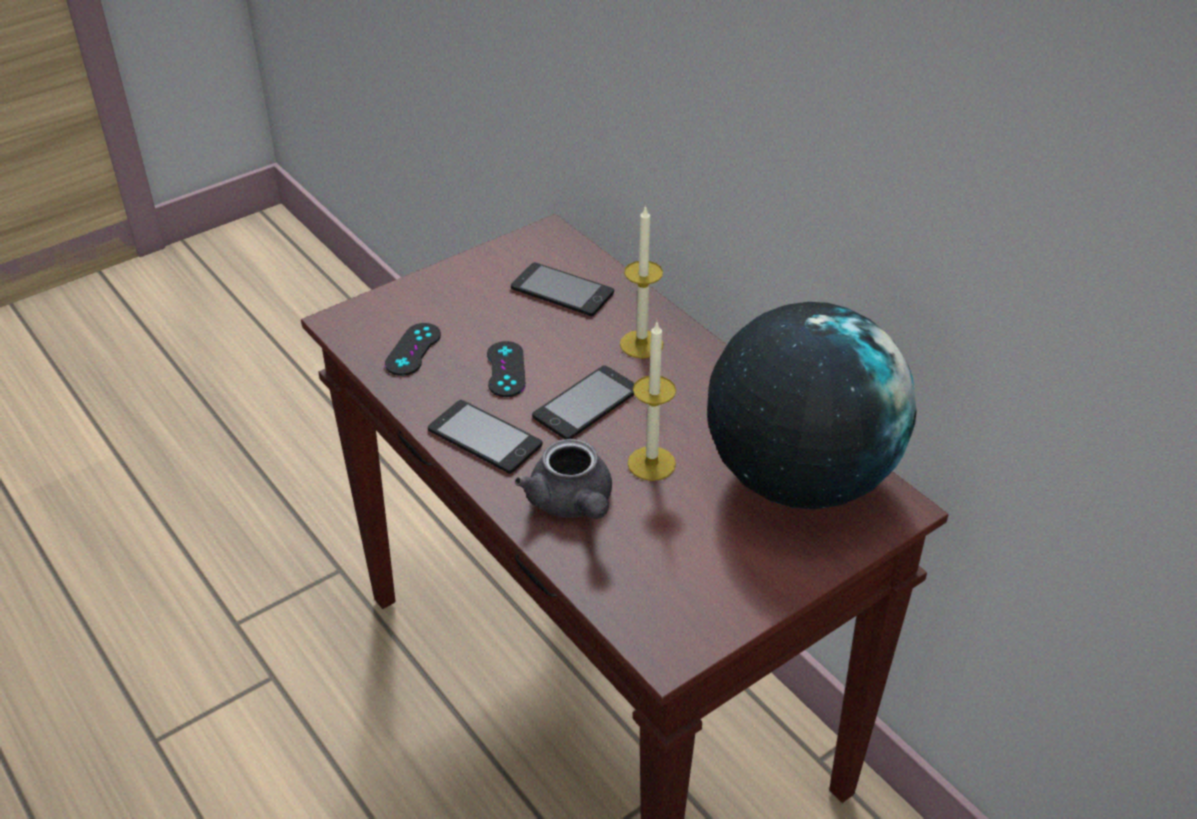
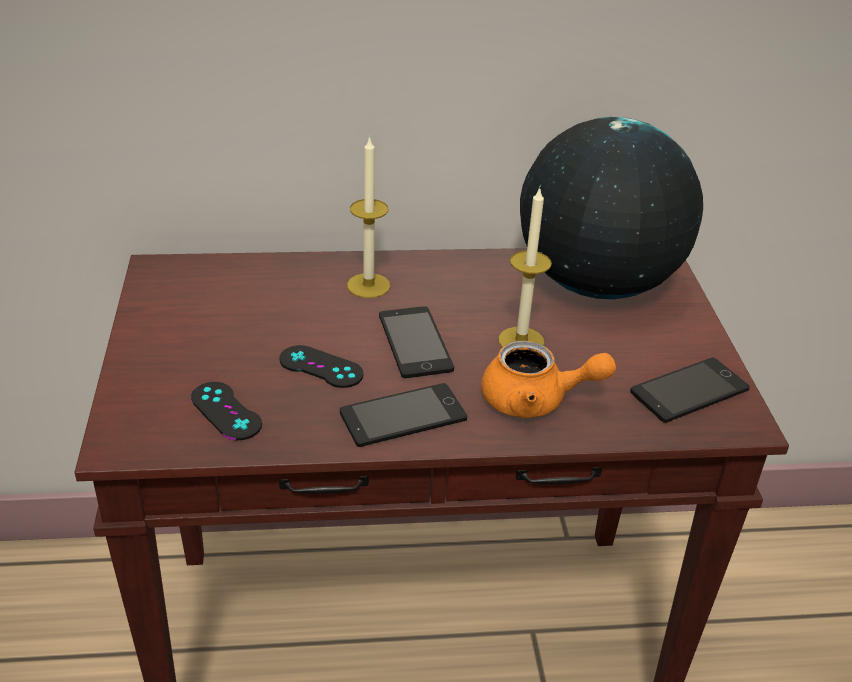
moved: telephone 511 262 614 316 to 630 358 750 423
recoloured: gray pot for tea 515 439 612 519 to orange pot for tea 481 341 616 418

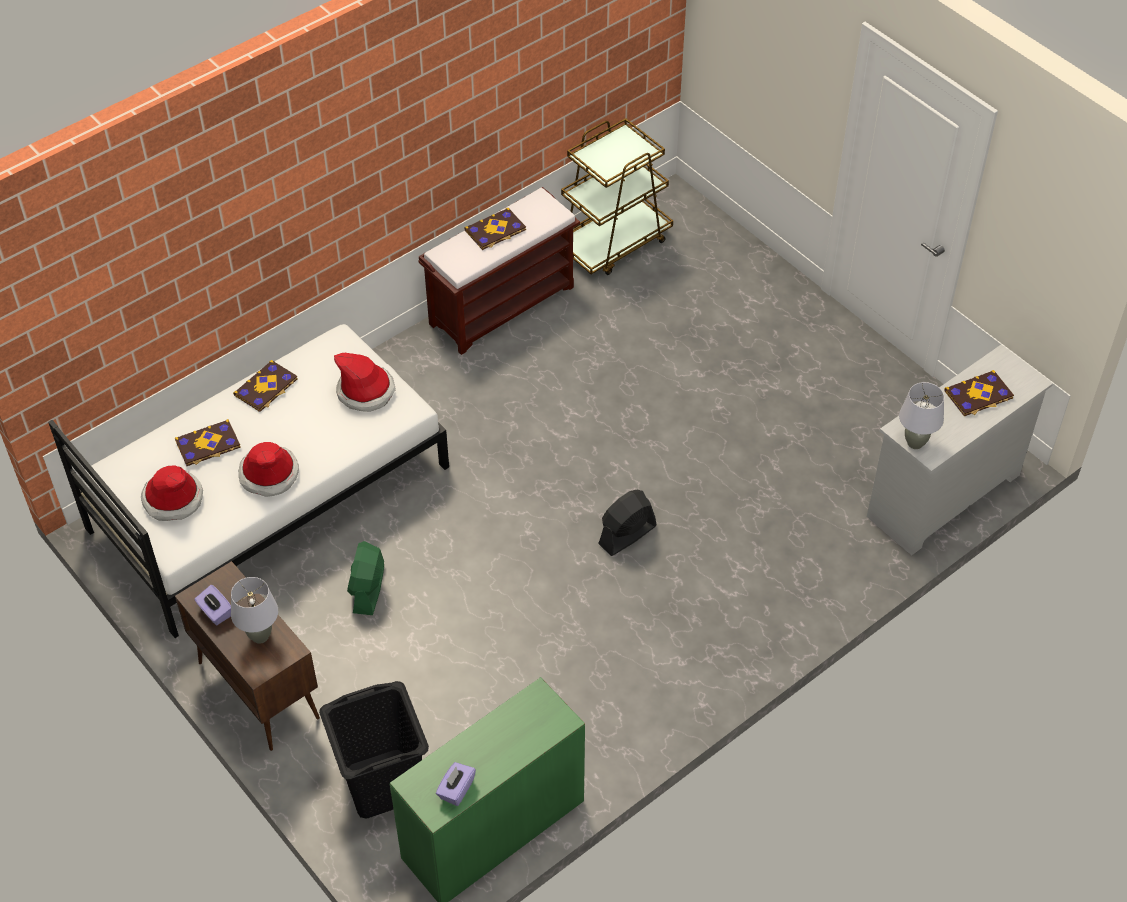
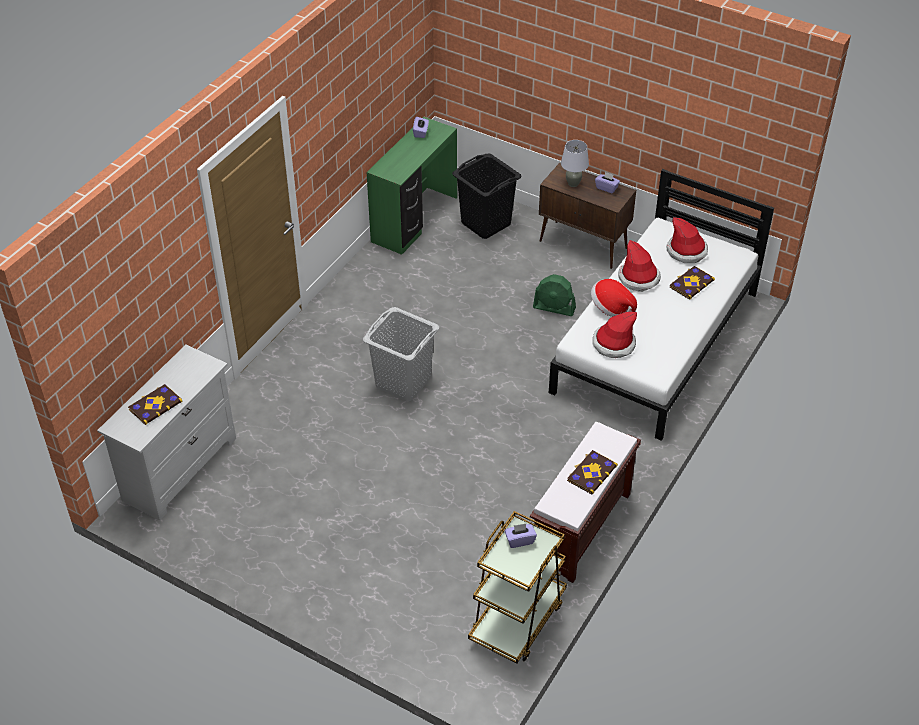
removed: volume 233 360 298 412; gray tabletop lamp 899 382 944 449
added: clothing hat 591 279 637 317; purplish box of tissues 504 524 537 548
replaced: black-coloured cooling fan 598 490 656 556 to gray laundry basket 363 307 439 401
turned: green-coloured cooling fan 347 541 384 615 = 533 274 576 316 120 degrees clockwise

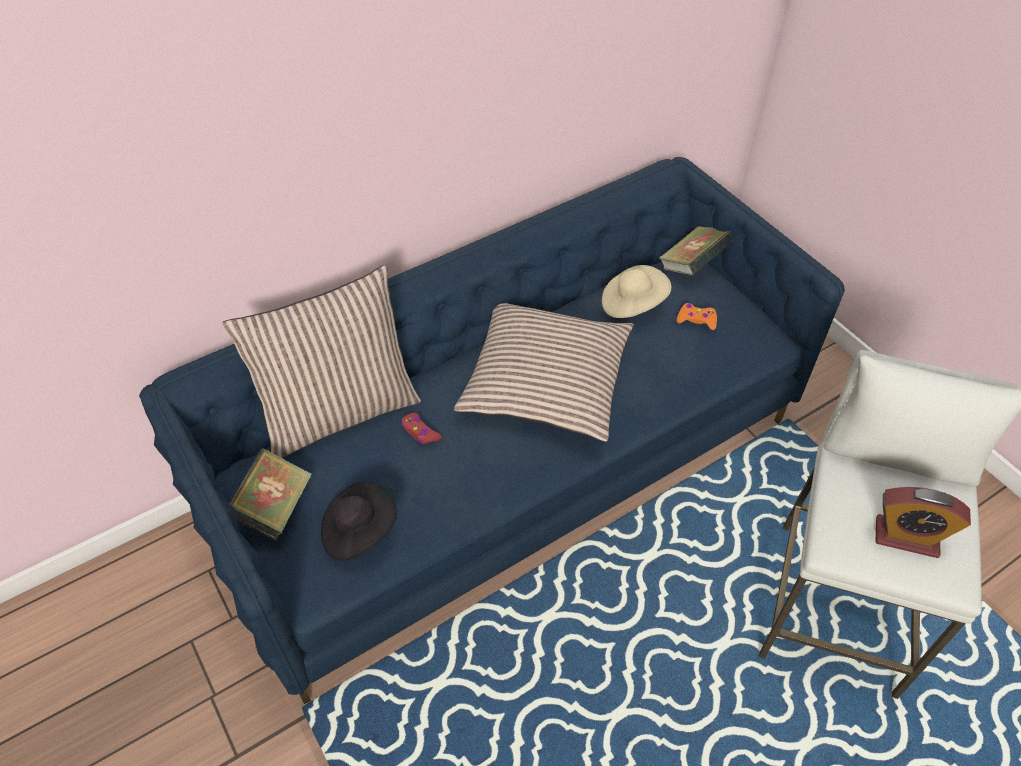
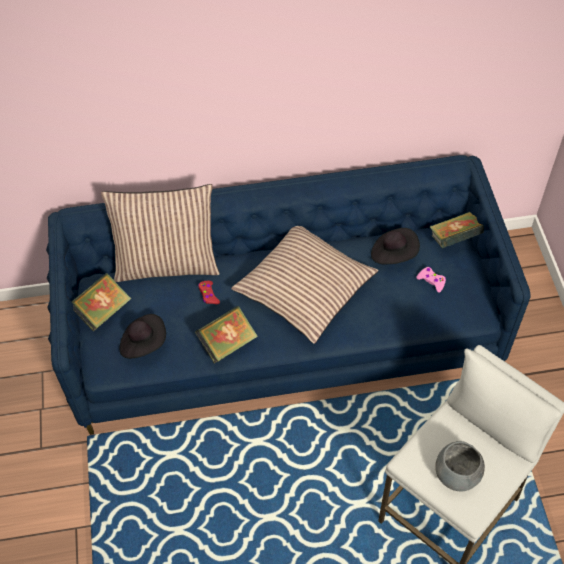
added: volume 195 306 258 363
replaced: table clock 875 487 971 558 to gray bowl 436 441 485 492
recoloured: beige clothing hat 602 265 671 318 to black-coloured clothing hat 371 228 420 265; orange joypad 677 303 717 330 to pinkish joypad 416 267 446 292

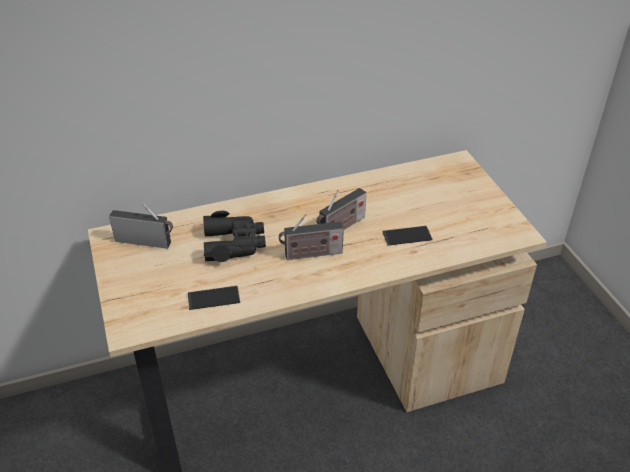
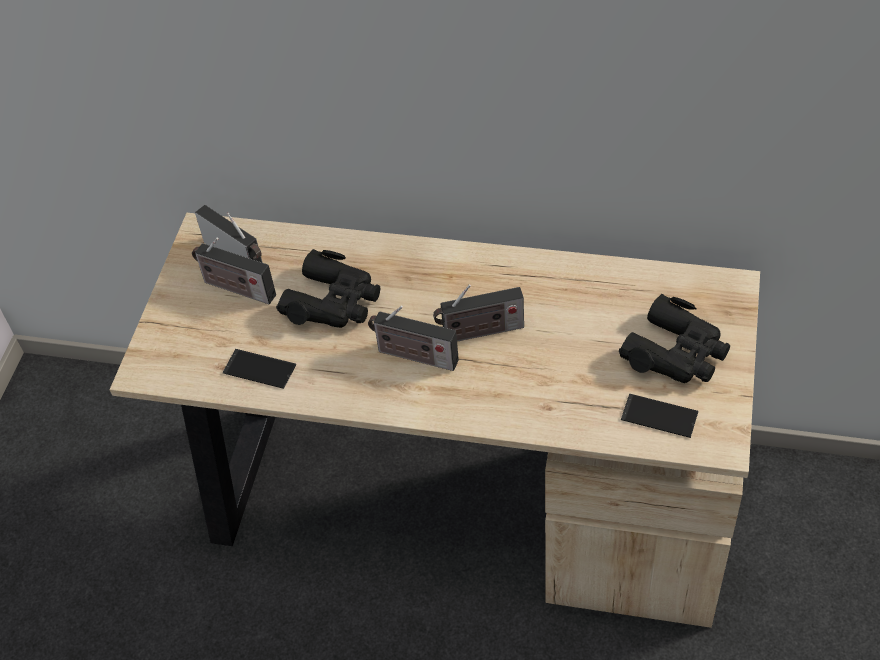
added: radio 192 238 276 304; black-coloured pair of binoculars 619 294 731 383
moved: telephone 382 226 433 246 to 621 394 698 438

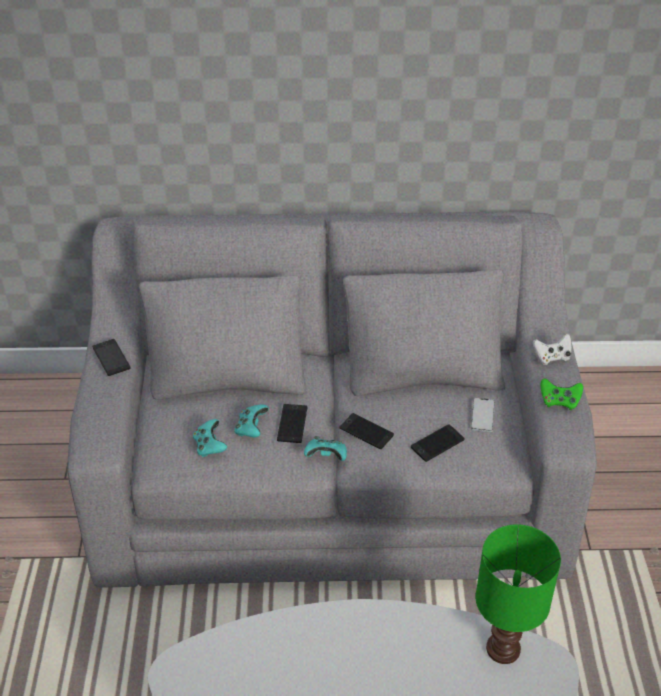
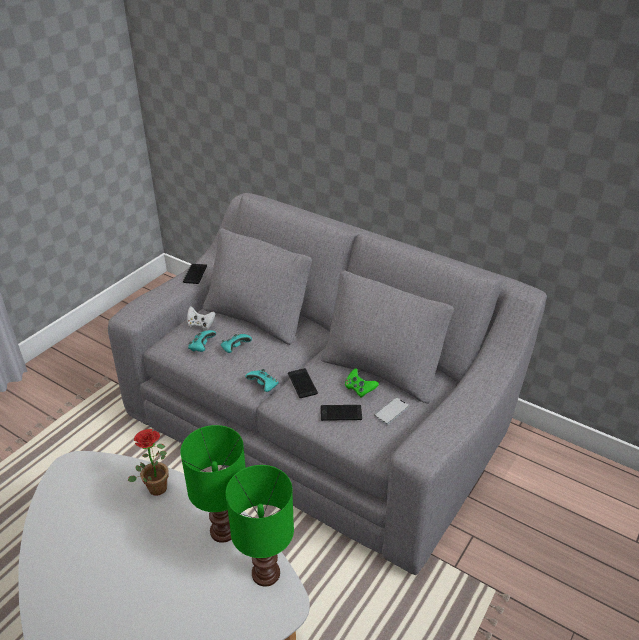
removed: telephone 277 404 307 443
added: green-coloured tabletop lamp 180 425 246 543; plant in a pot 128 429 169 496
moved: white-coloured joypad 533 333 572 365 to 187 307 215 330; green-coloured joypad 541 378 583 410 to 345 368 379 398

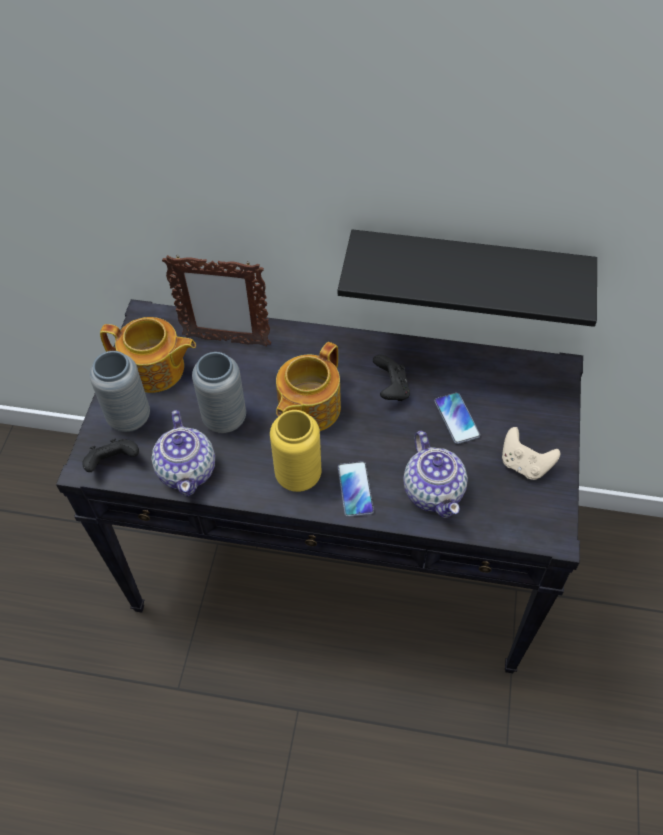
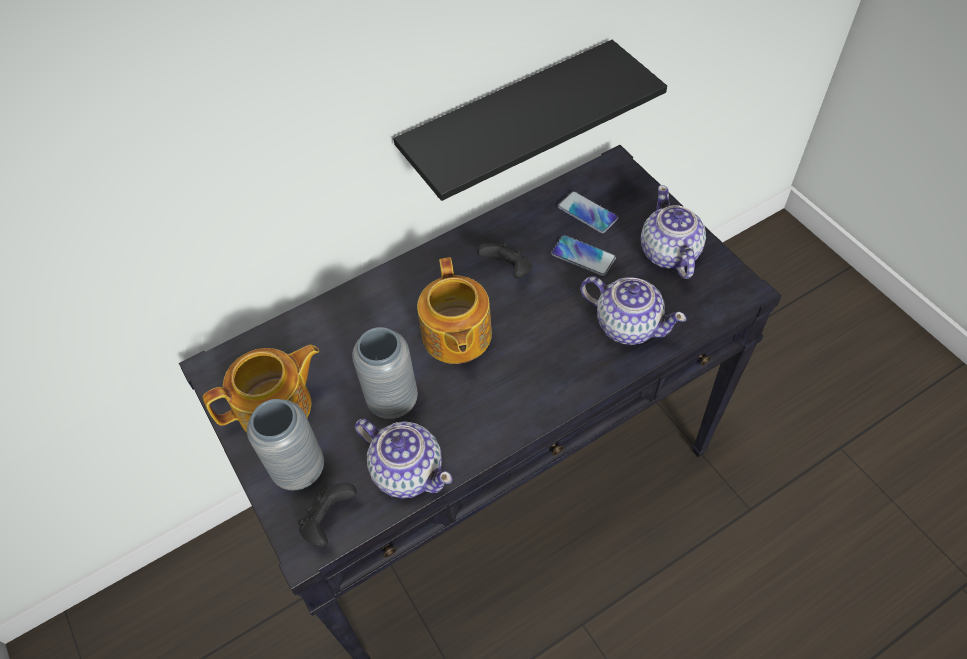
removed: standing frame 162 255 271 347; yellowish vase 270 410 322 492
moved: telephone 338 461 374 517 to 558 191 618 233
replaced: beige joypad 502 427 560 480 to pot for tea 641 185 706 279

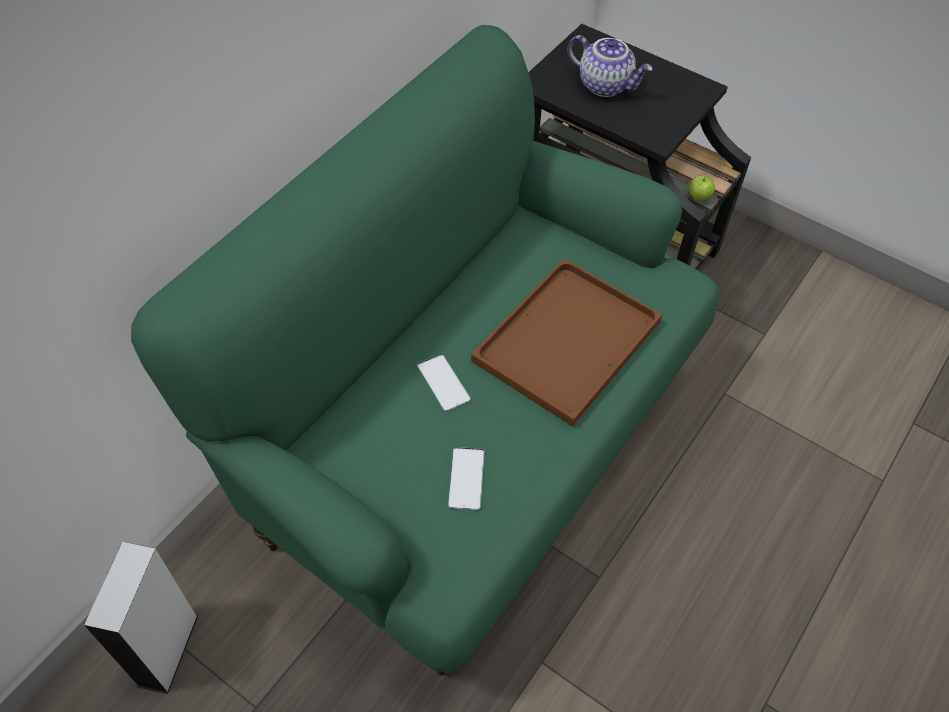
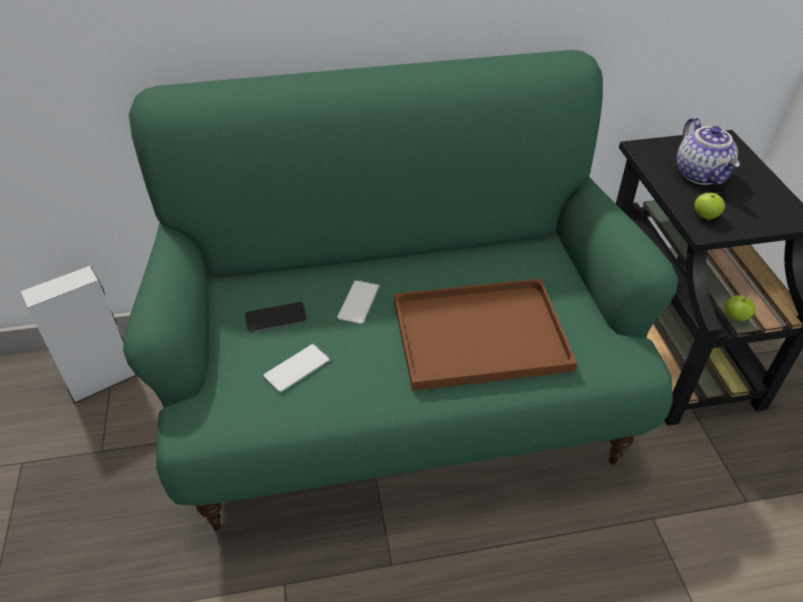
added: apple 694 193 725 220; telephone 244 302 308 333

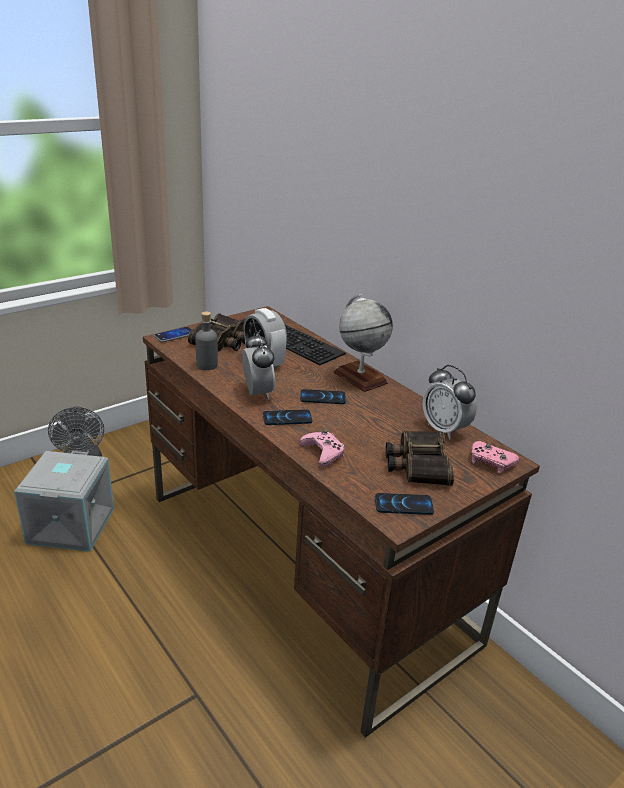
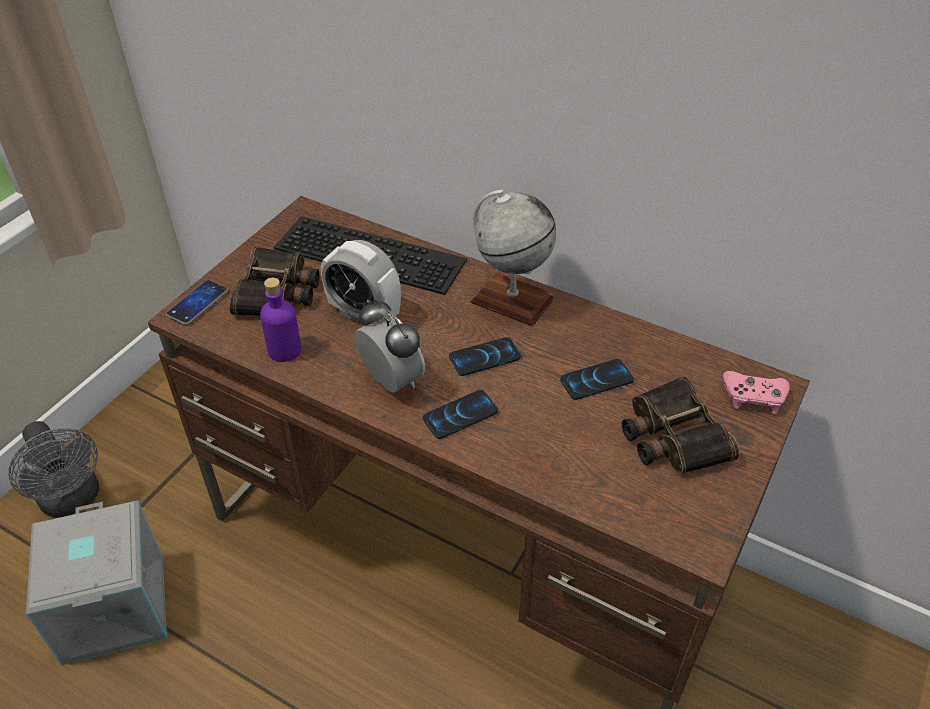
removed: table clock 423 365 477 439; pinkish joypad 299 429 345 467
moved: telephone 375 493 434 515 to 560 359 634 400
recoloured: gray bottle 196 312 218 370 to purplish bottle 260 278 301 362

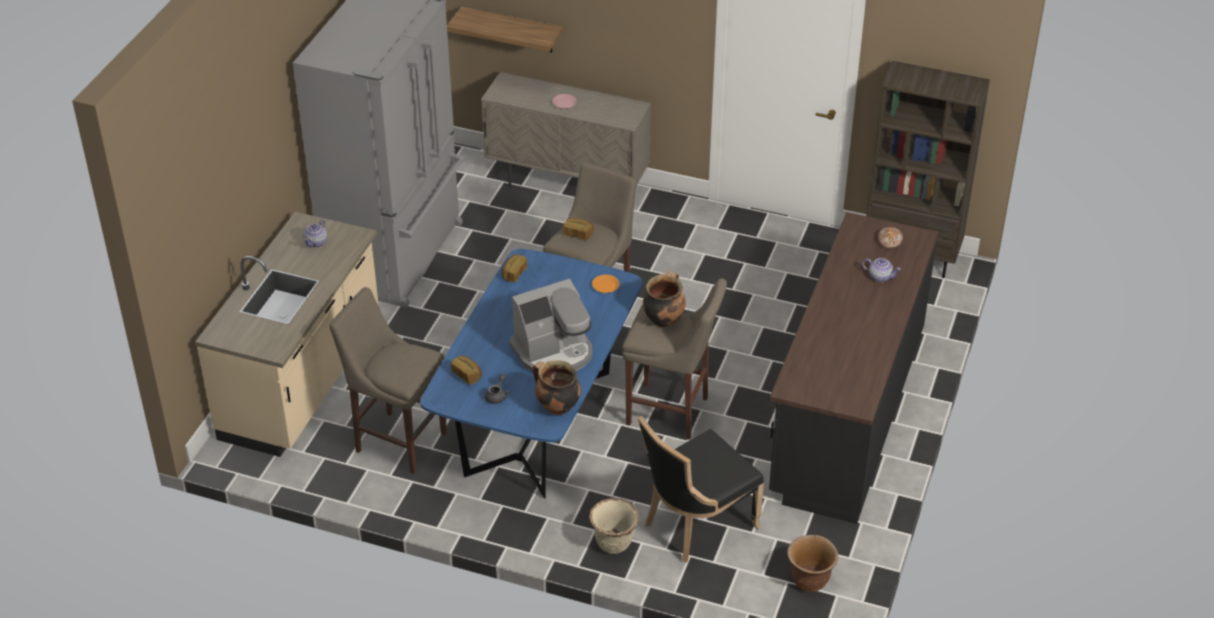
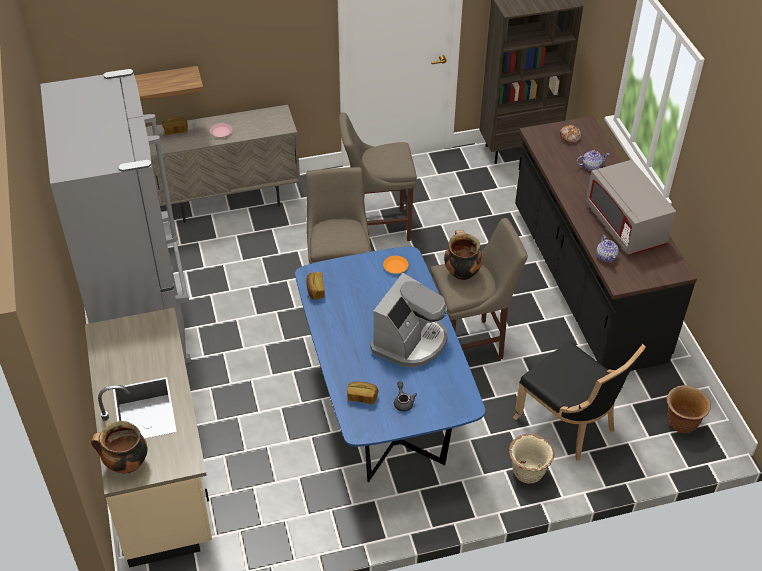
added: gray kitchen microwave 586 160 676 255
moved: bread 563 218 594 240 to 162 117 188 135; pot for tea 304 220 327 247 to 596 235 619 263; beige stool seat 329 287 447 474 to 339 112 417 241; saucepot 532 360 581 415 to 91 421 148 473
turned: black-coloured chair 638 416 764 563 = 513 341 646 461 60 degrees counterclockwise

